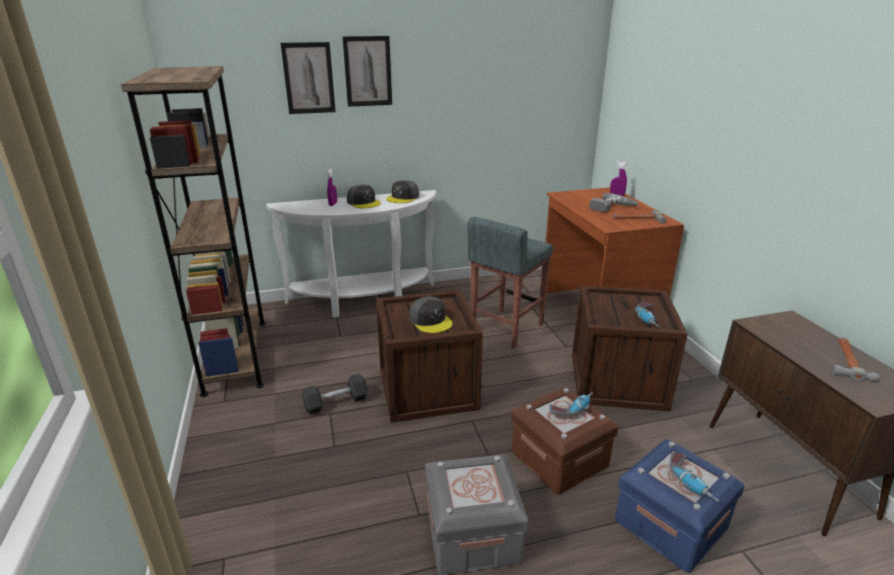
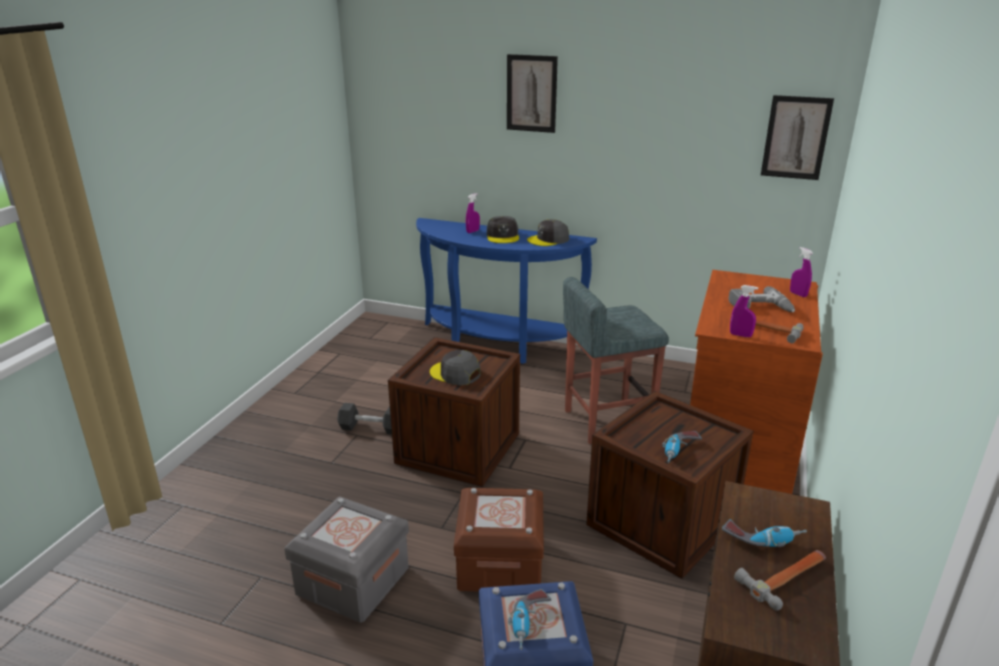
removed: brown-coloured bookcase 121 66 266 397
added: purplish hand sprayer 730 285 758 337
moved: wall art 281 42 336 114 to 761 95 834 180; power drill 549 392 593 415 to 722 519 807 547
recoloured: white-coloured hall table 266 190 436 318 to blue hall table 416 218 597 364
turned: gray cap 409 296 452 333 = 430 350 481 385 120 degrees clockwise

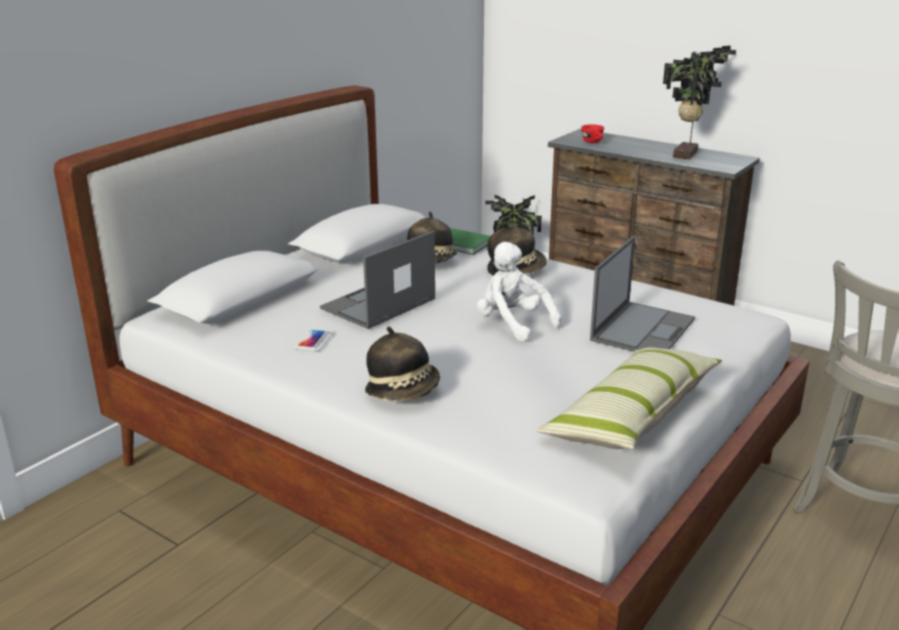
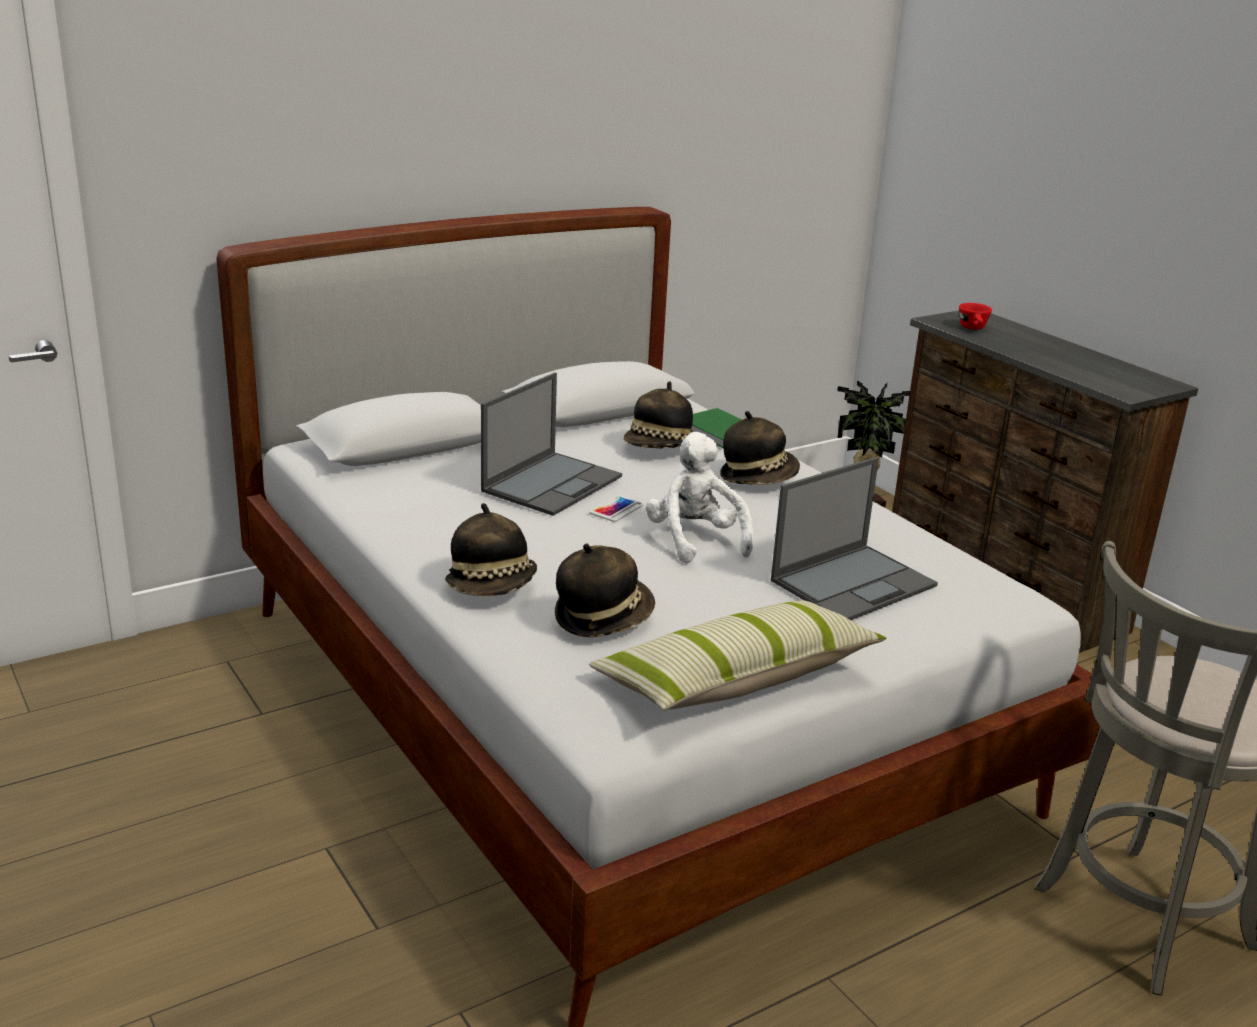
removed: plant in a pot 663 46 736 159
added: clothing hat 555 543 655 637
moved: telephone 294 328 334 351 to 589 495 644 522
turned: laptop 320 231 435 329 = 481 373 622 516 150 degrees clockwise

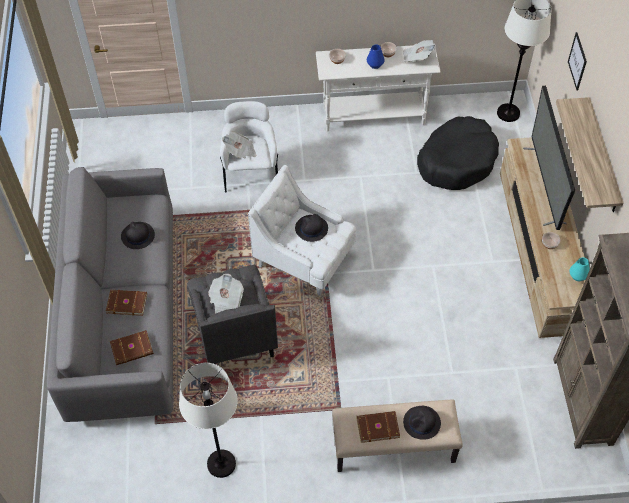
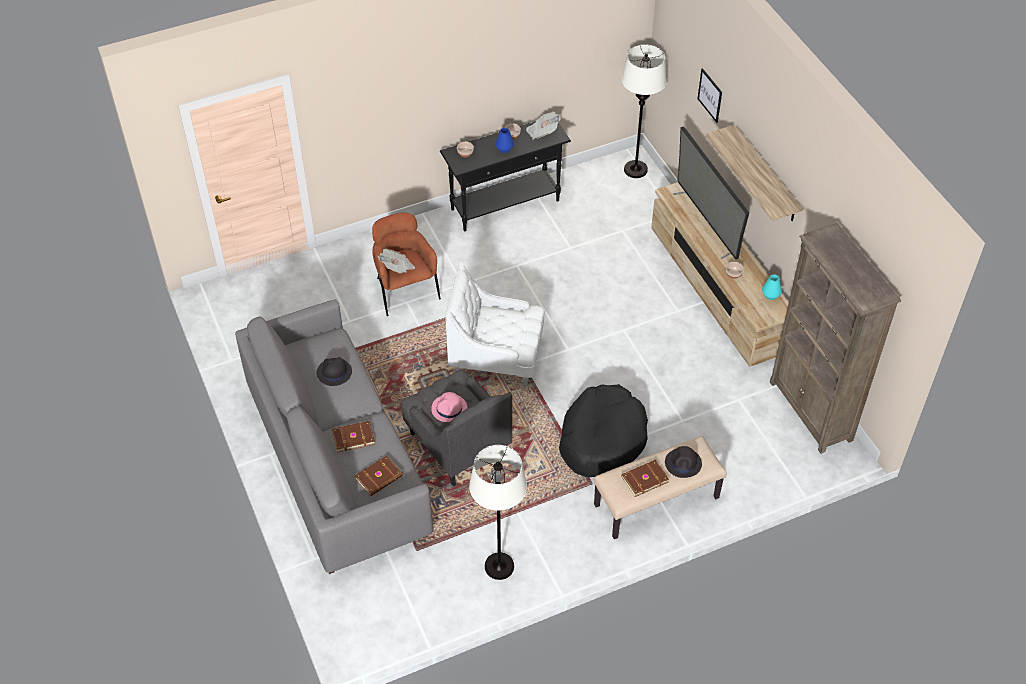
removed: black-coloured clothing hat 295 214 328 242
moved: black-coloured pet bed 417 116 499 190 to 559 384 648 477
replaced: newspaper 208 274 244 314 to pinkish clothing hat 431 392 467 422
recoloured: white-coloured hall table 316 45 441 132 to black-coloured hall table 440 121 571 231; white-coloured armchair 220 101 278 192 to brown-coloured armchair 372 213 441 316

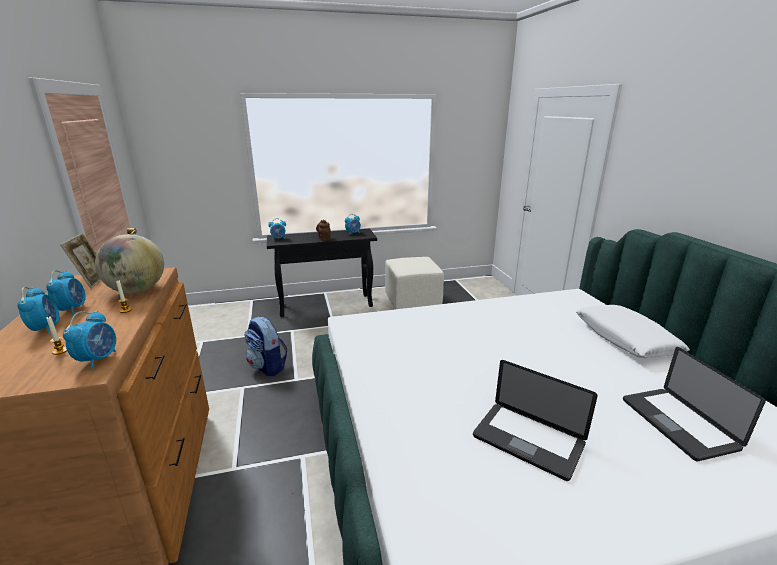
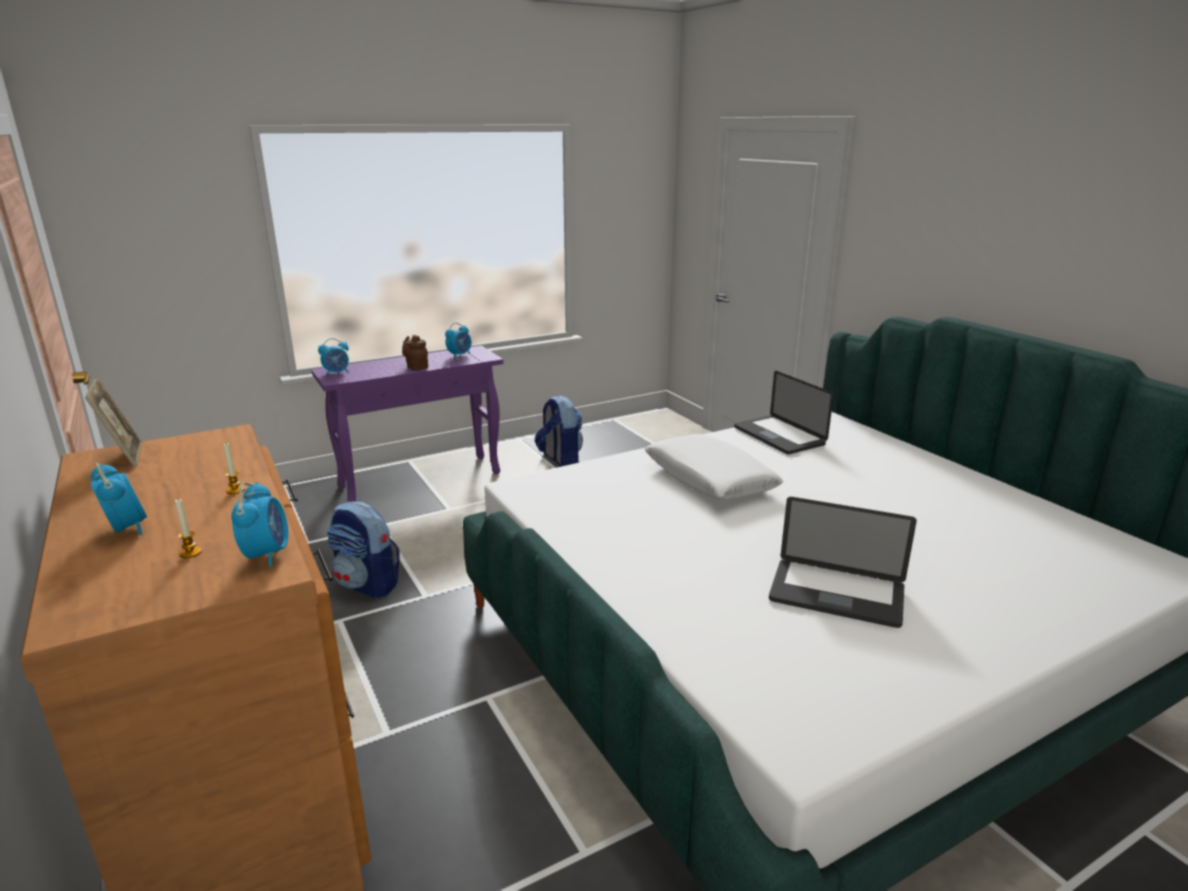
removed: desk globe 95 234 164 293; table clock 46 270 86 315
moved: white-coloured throw pillow 576 305 690 358 to 645 434 783 500; laptop 623 347 766 461 to 734 371 834 454
replaced: beige pouffe 385 257 444 309 to backpack 535 395 583 467
recoloured: black-coloured hall table 267 229 377 317 to purplish hall table 311 346 503 502

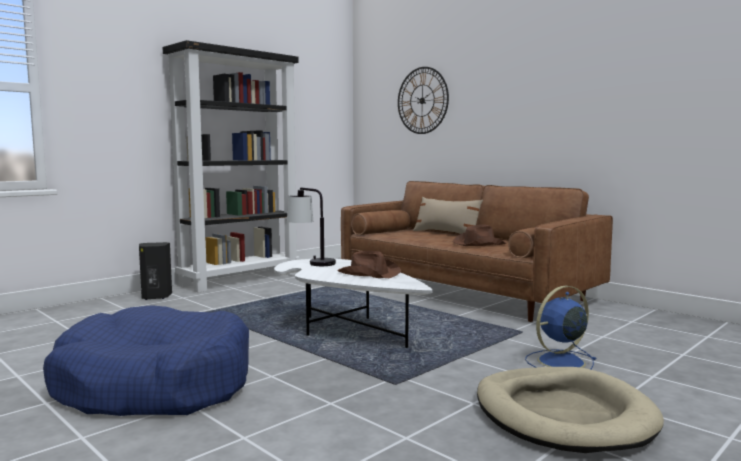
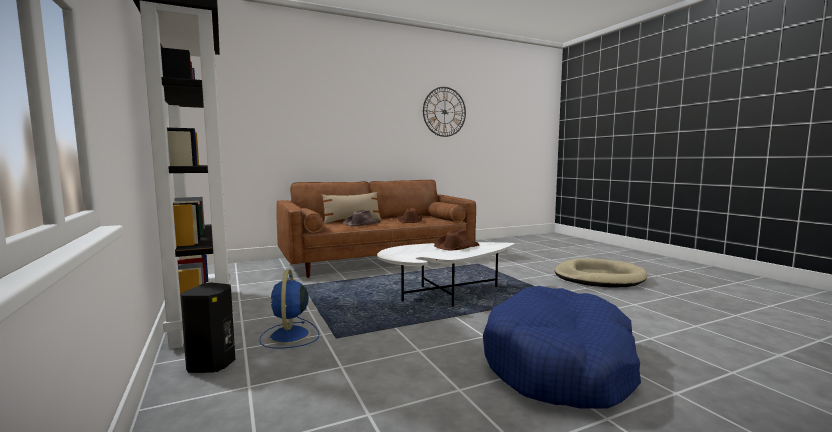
removed: tabletop lamp 287 187 336 266
added: brown-coloured clothing hat 343 209 380 226
moved: clock on the wall 398 67 449 134 to 423 87 466 137; blue cooling fan 525 285 596 370 to 259 269 319 348

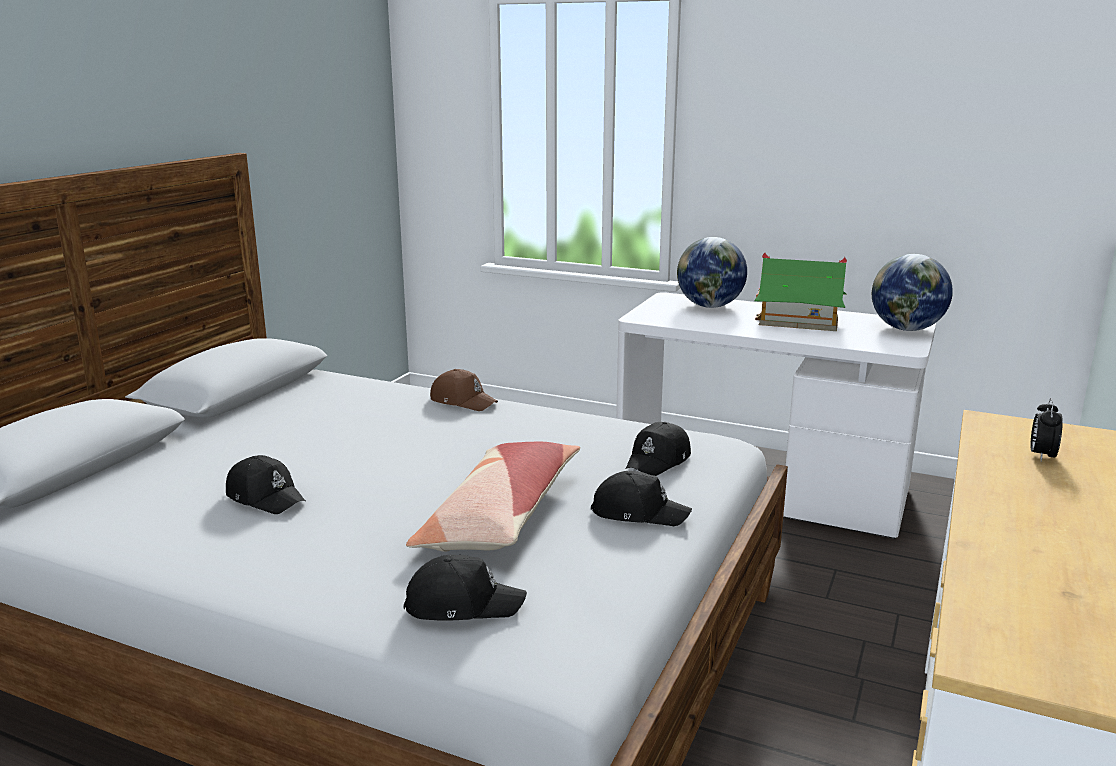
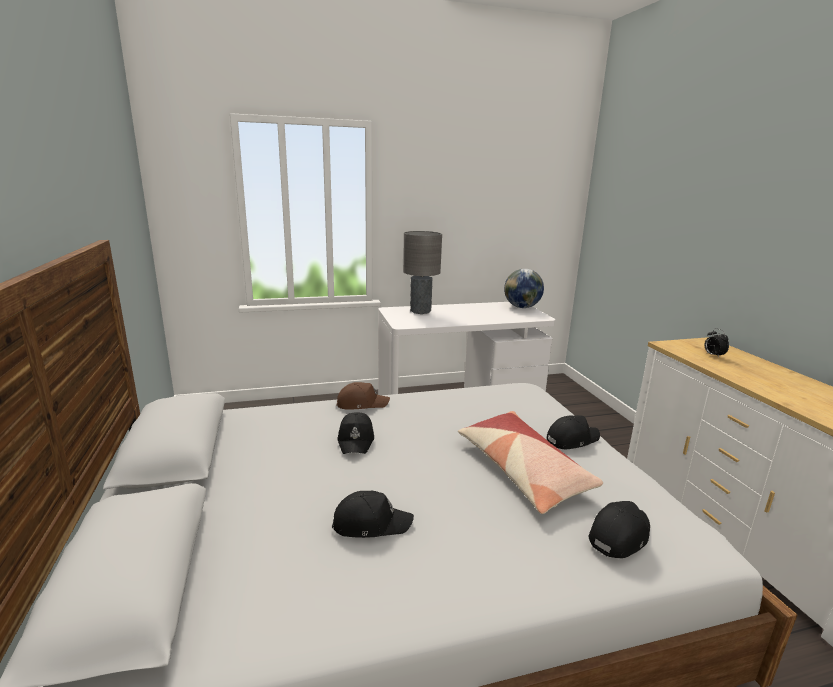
removed: miniature house 754 253 847 331
moved: black-coloured cap 626 422 691 476 to 337 412 374 454
replaced: desk globe 677 237 747 308 to gray tabletop lamp 403 231 442 314

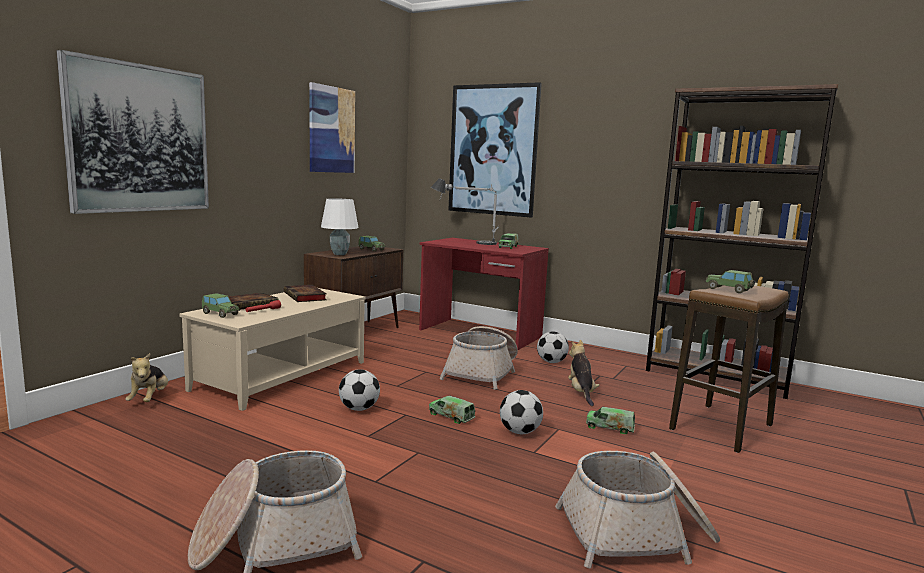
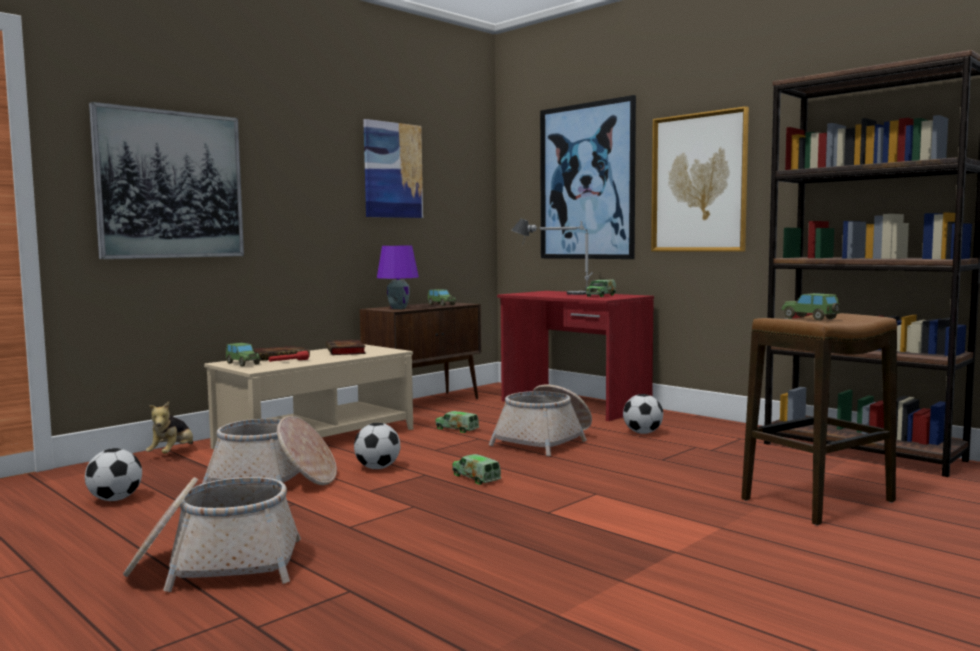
removed: plush toy 568 340 599 406
added: wall art 651 106 749 252
moved: ball for football 500 390 543 434 to 85 448 142 501; toy lorry 586 407 635 434 to 435 411 479 433; basket 555 451 720 569 to 202 416 337 485
recoloured: white-coloured tabletop lamp 321 198 359 255 to purplish tabletop lamp 377 246 419 309

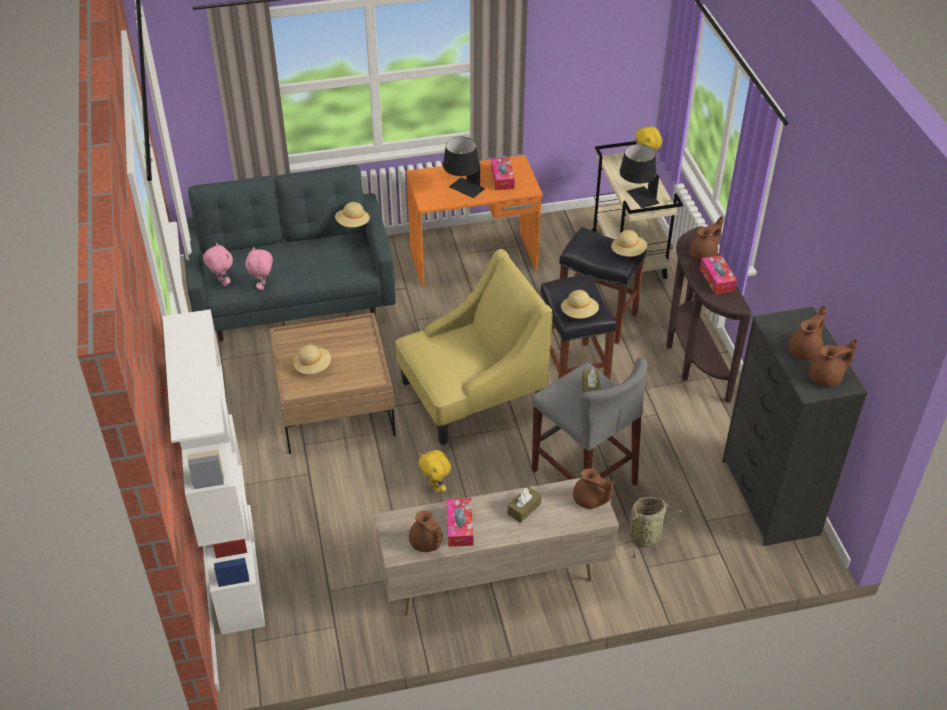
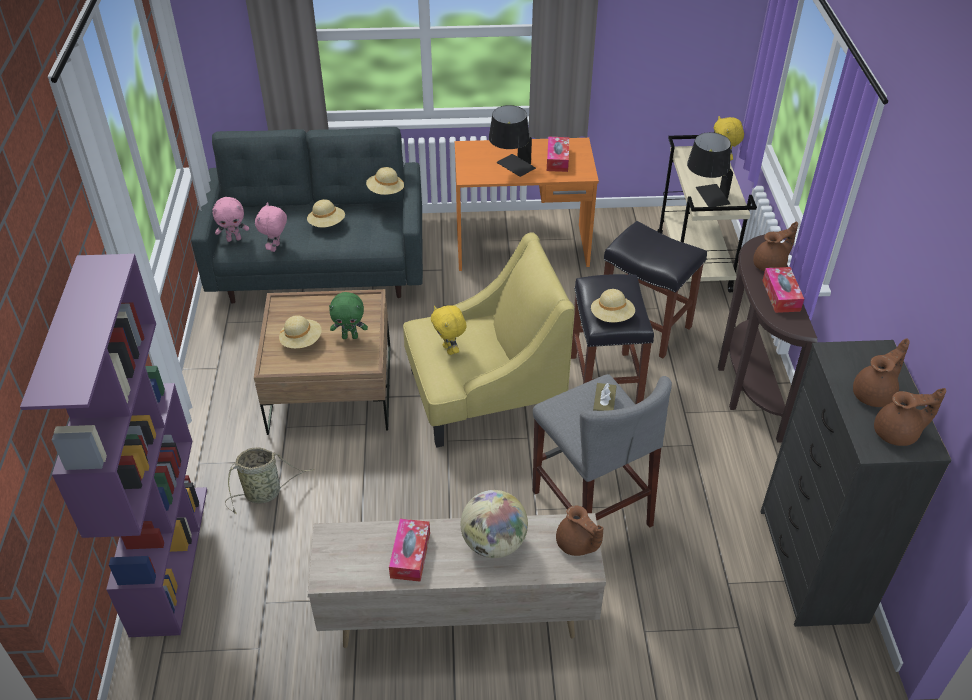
removed: brown-coloured pot for tea 409 510 443 552
added: green-coloured plush toy 329 292 368 339
moved: beige clothing hat 611 230 647 257 to 307 199 345 227; yellowish plush toy 418 450 451 492 to 431 305 467 355; basket 617 497 684 559 to 225 447 314 514
replaced: brown-coloured box of tissues 508 486 541 523 to desk globe 461 490 528 558
recoloured: white-coloured bookcase 163 309 265 635 to purplish bookcase 20 254 207 637
turned: pinkish plush toy 203 242 233 286 = 212 197 249 242 105 degrees clockwise

